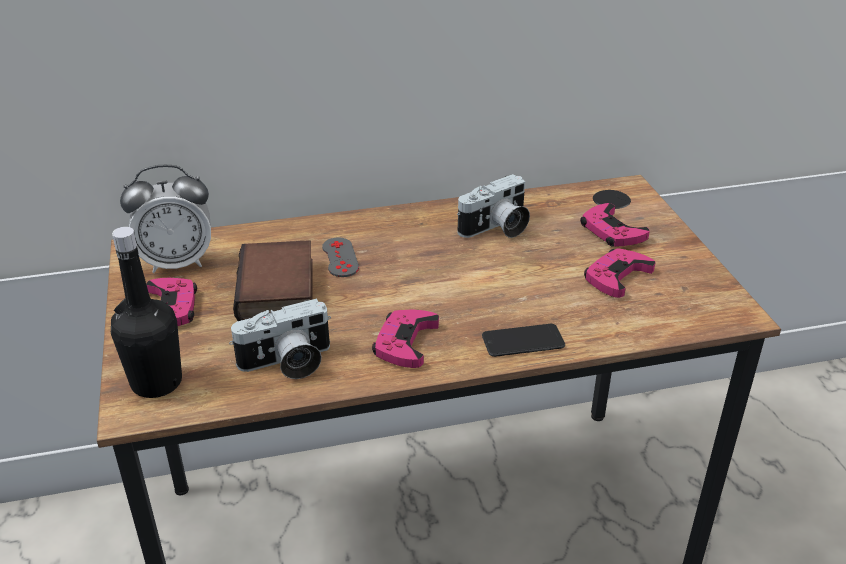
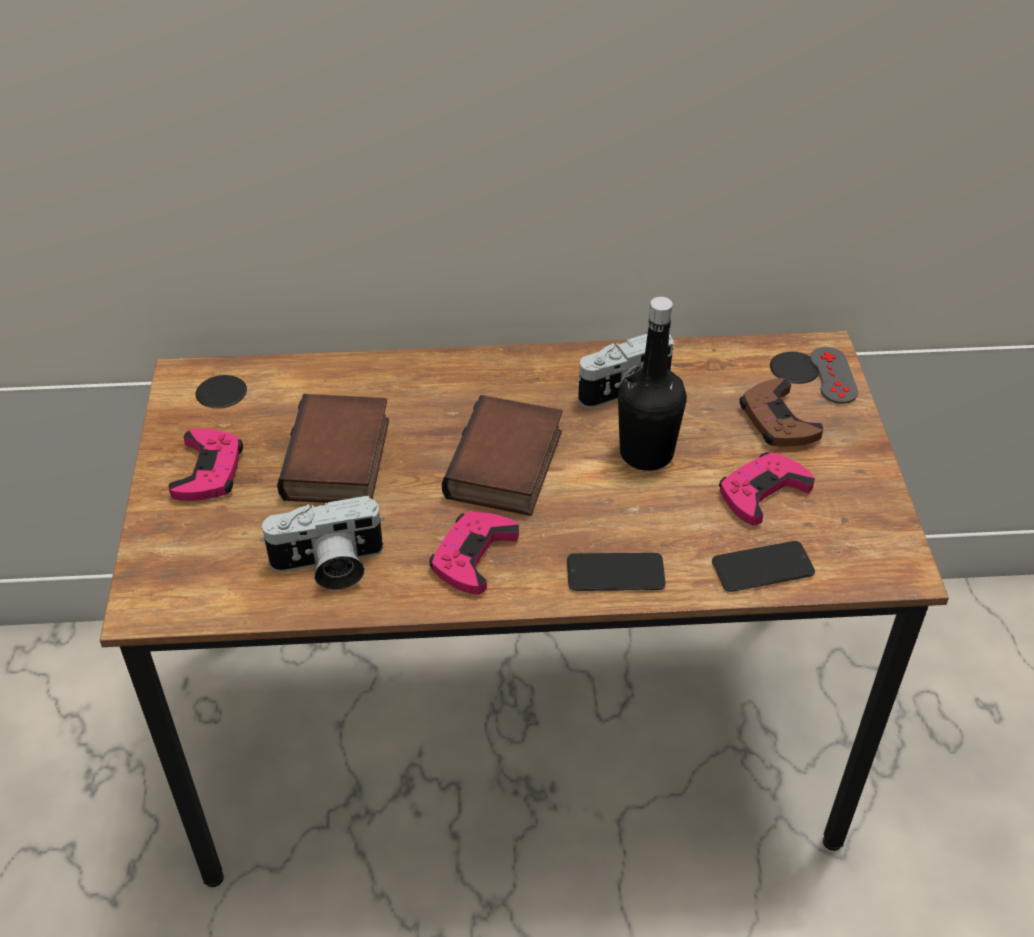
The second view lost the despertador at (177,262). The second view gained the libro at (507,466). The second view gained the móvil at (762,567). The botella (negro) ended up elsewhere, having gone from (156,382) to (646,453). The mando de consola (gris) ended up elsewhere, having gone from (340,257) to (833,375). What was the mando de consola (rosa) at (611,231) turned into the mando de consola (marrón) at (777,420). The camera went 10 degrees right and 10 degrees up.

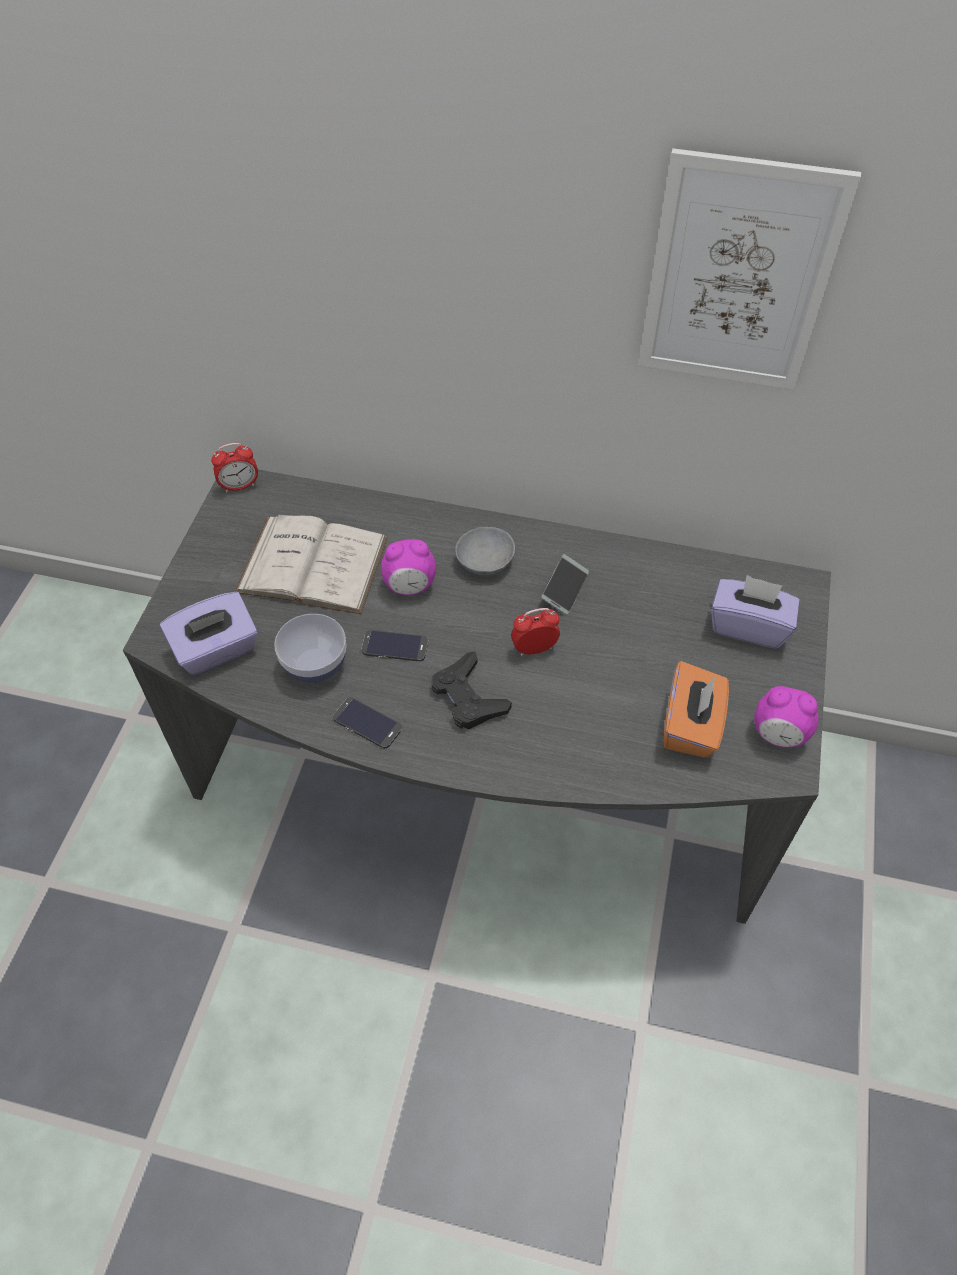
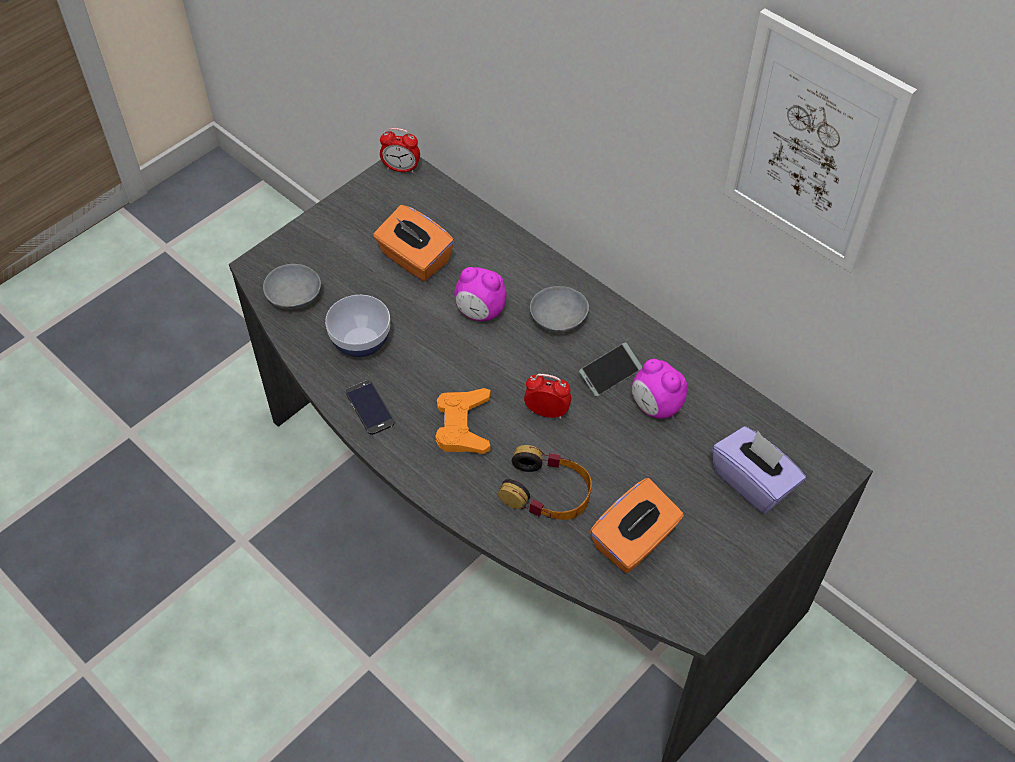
The second view lost the móvil at (395,646). The second view gained the auriculares at (547,492). The despertador ended up elsewhere, having gone from (778,734) to (655,407). Where the caja de pañuelos (morado) stood at (216,650), the cuenco (gris) came to stand at (296,295). Where the libro (blanco) stood at (312,564), the caja de pañuelos (naranja) came to stand at (414,259). What was the mando de consola (negro) at (468,697) turned into the mando de consola (naranja) at (463,425). The camera went 30 degrees right and 0 degrees up.

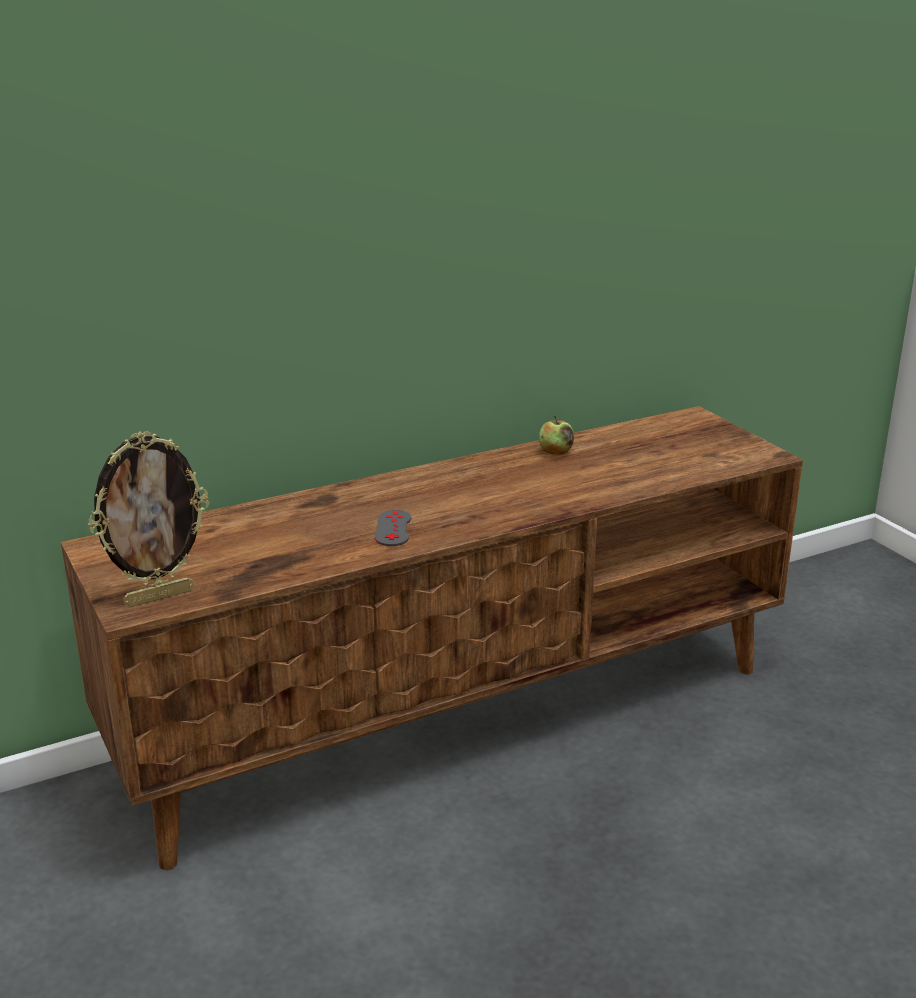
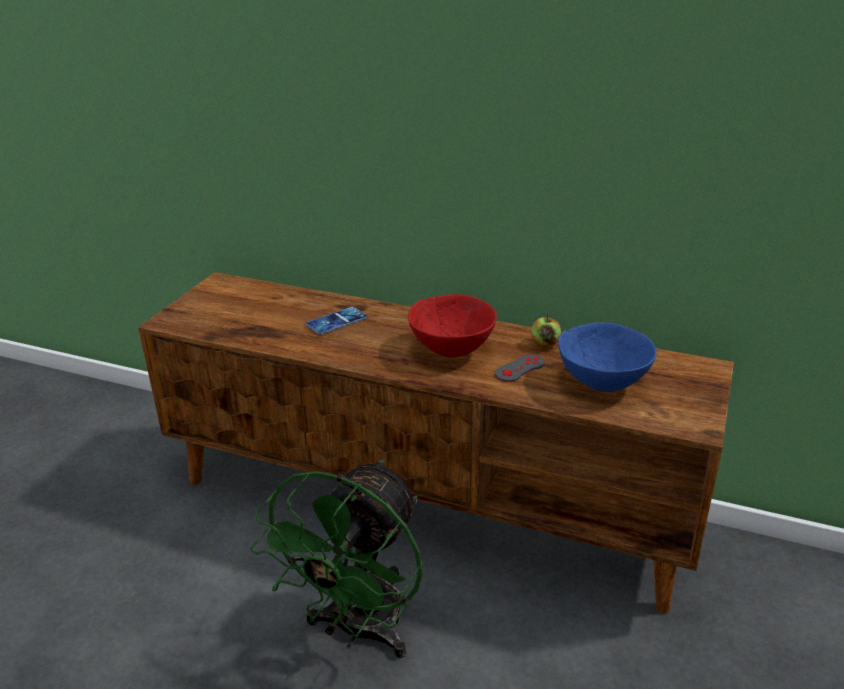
The second view lost the portarretratos at (159,596). The second view gained the ventilador (verde) at (359,631). The second view gained the móvil at (336,321). The second view gained the cuenco (rojo) at (453,349). The second view gained the cuenco (azul) at (604,382). The mando de consola (gris) ended up elsewhere, having gone from (393,528) to (519,368). The camera went 50 degrees right and 5 degrees up.

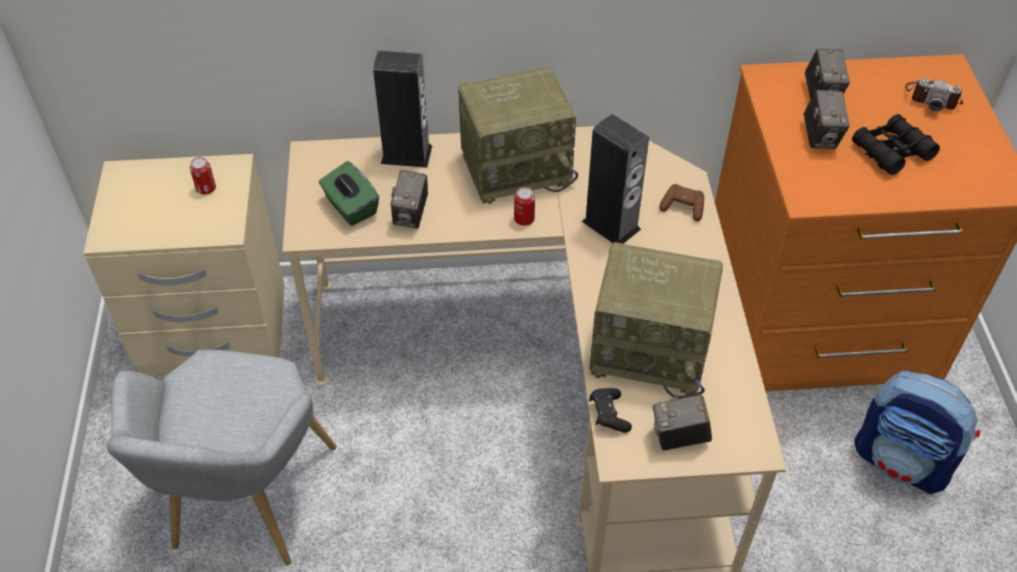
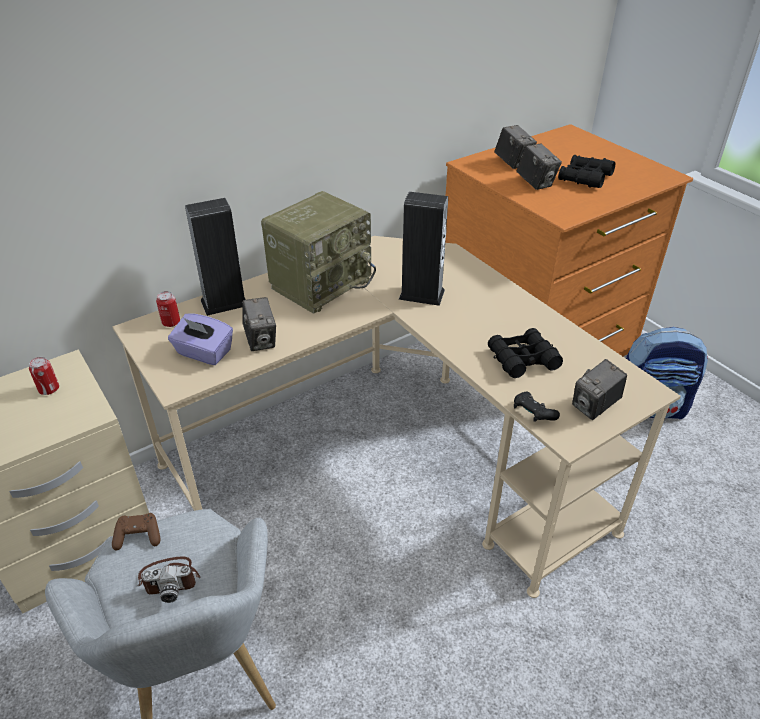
The lata ended up elsewhere, having gone from (524,219) to (171,322). The mando de consola (marrón) ended up elsewhere, having gone from (682,208) to (138,536). The cámara ended up elsewhere, having gone from (932,98) to (170,579). Where the radio stood at (652,350), the prismáticos (negro) came to stand at (522,359). What was the caja de pañuelos (verde) at (351,207) turned into the caja de pañuelos (morado) at (204,353). The camera went 30 degrees left and 10 degrees down.

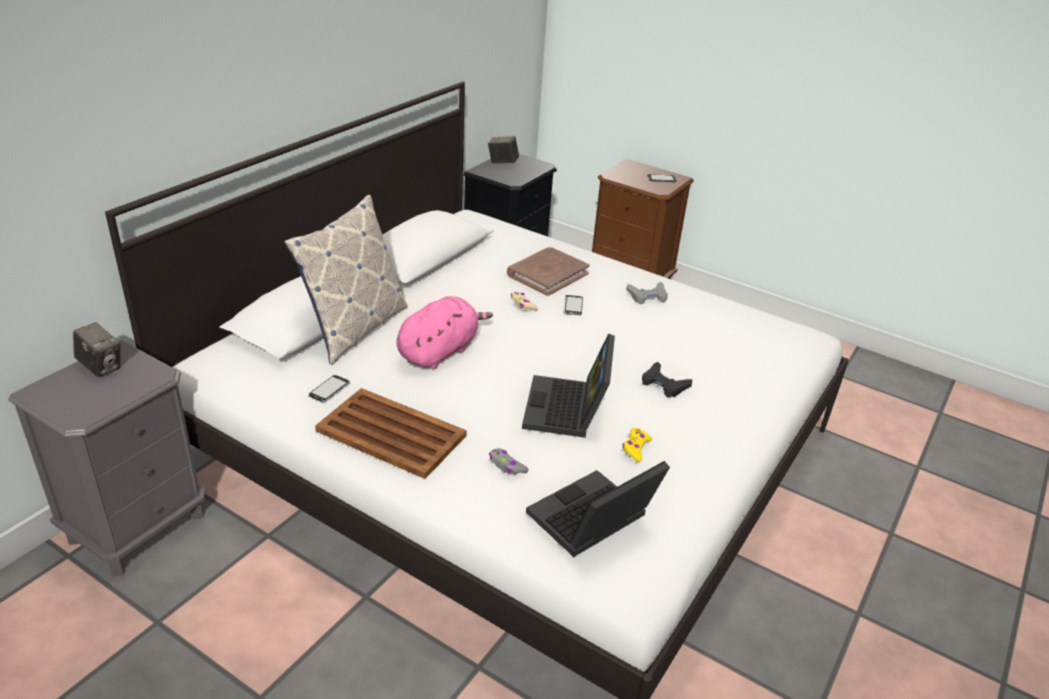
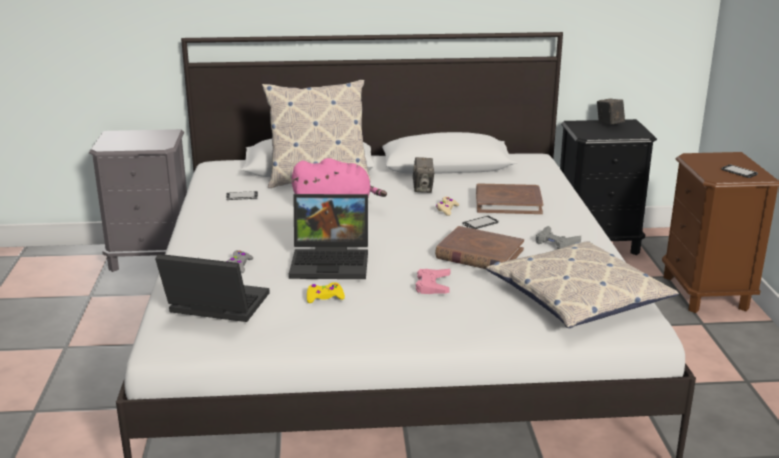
The second view lost the bandeja (marrón) at (390,433). The second view gained the libro (marrón) at (479,254). The second view gained the cojín at (577,297). The cámara ended up elsewhere, having gone from (101,367) to (423,189). What was the mando de consola (negro) at (664,384) turned into the mando de consola (rosa) at (433,285). The portátil at (568,410) ended up facing another way, 150 degrees counterclockwise from before. The camera went 55 degrees right and 10 degrees down.

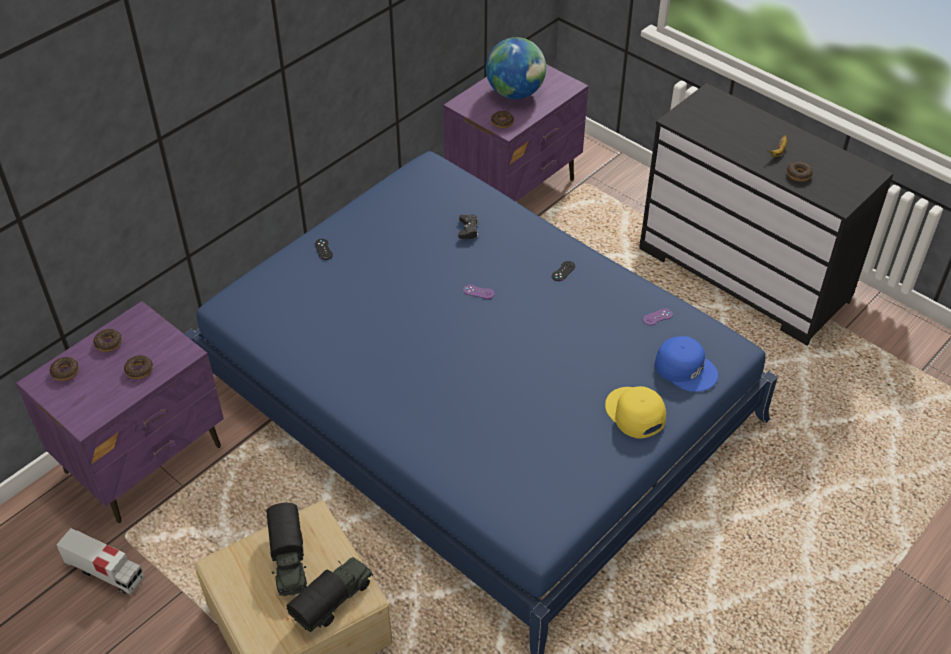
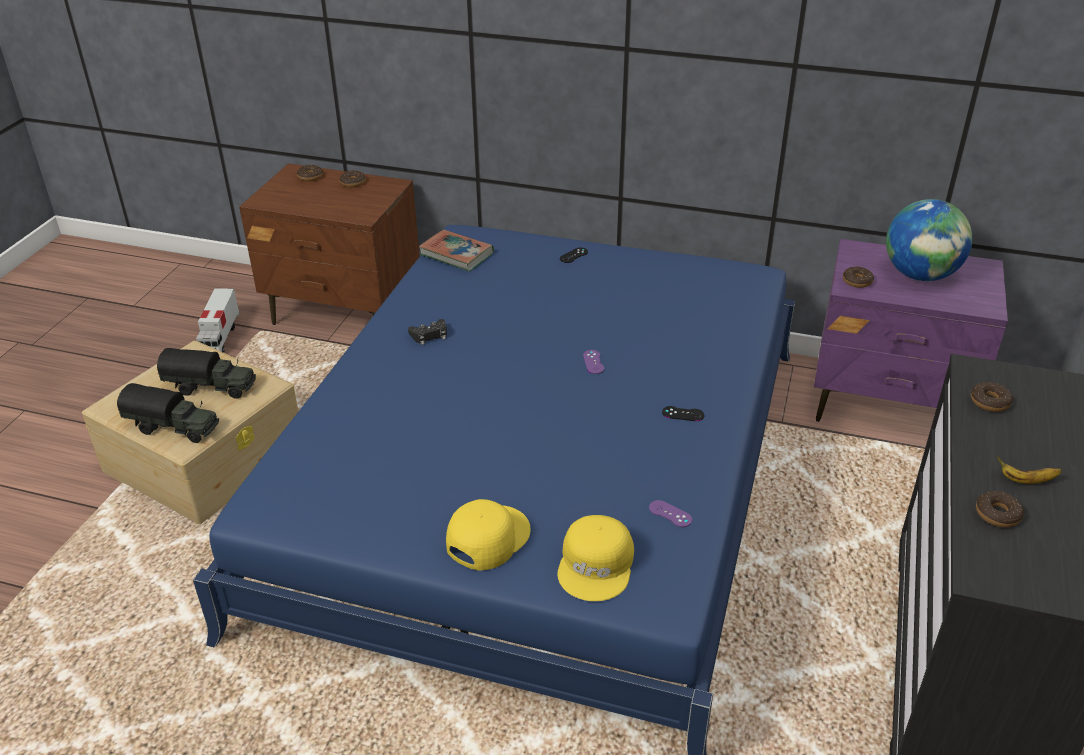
The second view gained the libro at (456,254). The rosquilla ended up elsewhere, having gone from (139,370) to (989,402). The mando de consola (negro) ended up elsewhere, having gone from (468,229) to (429,335). What was the mesita de noche (morado) at (145,459) turned into the mesita de noche (marrón) at (345,312). What was the gorra (azul) at (686,368) turned into the gorra (amarillo) at (597,565). The camión de juguete at (289,561) ended up facing another way, 135 degrees counterclockwise from before. The camera went 65 degrees right and 10 degrees down.

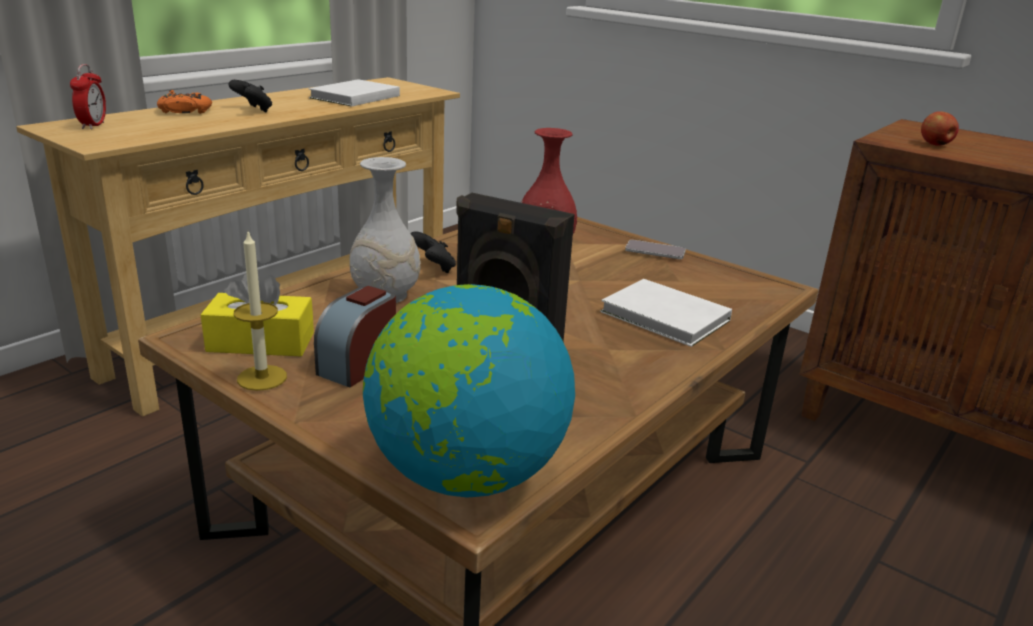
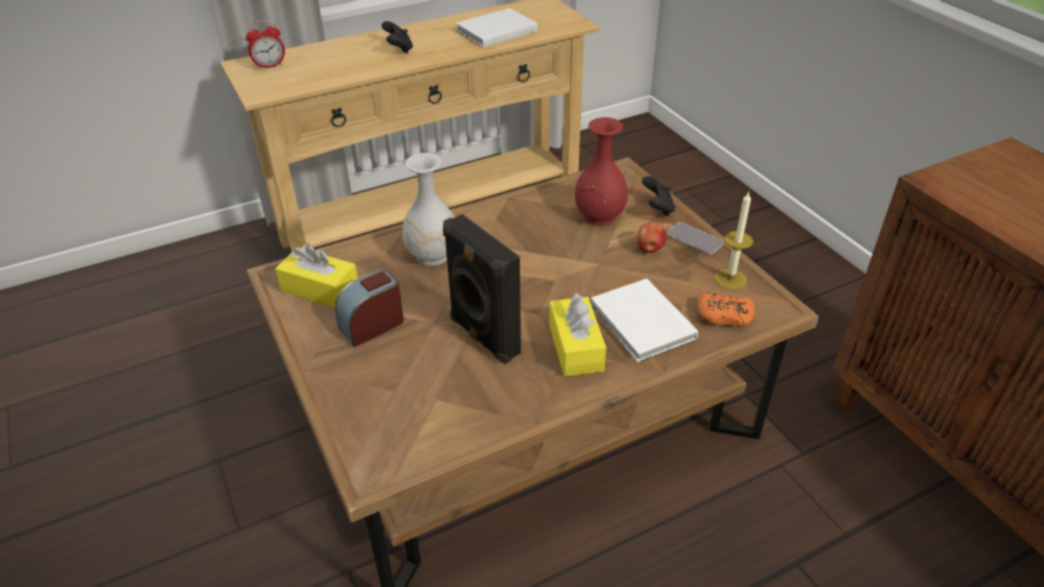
The second view lost the globo terráqueo at (465,474). The second view gained the caja de pañuelos (amarillo) at (575,347). The mando de consola (naranja) ended up elsewhere, having gone from (184,111) to (724,315). The vela ended up elsewhere, having gone from (262,378) to (730,279). The mando de consola (negro) ended up elsewhere, having gone from (433,268) to (657,208). The manzana ended up elsewhere, having gone from (935,145) to (649,249). The despertador at (93,125) ended up facing another way, 45 degrees clockwise from before. The camera went 25 degrees right and 15 degrees up.

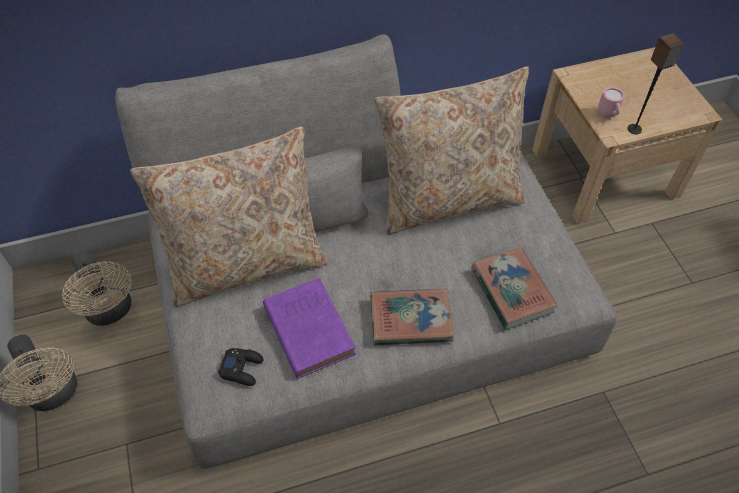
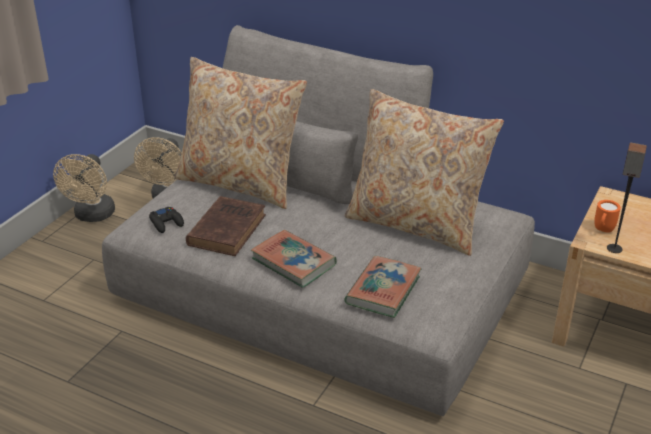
What was the libro (morado) at (308,328) turned into the libro (marrón) at (228,229). What was the taza grande (rosa) at (607,116) turned into the taza grande (naranja) at (602,230). The camera went 45 degrees right and 20 degrees down.

